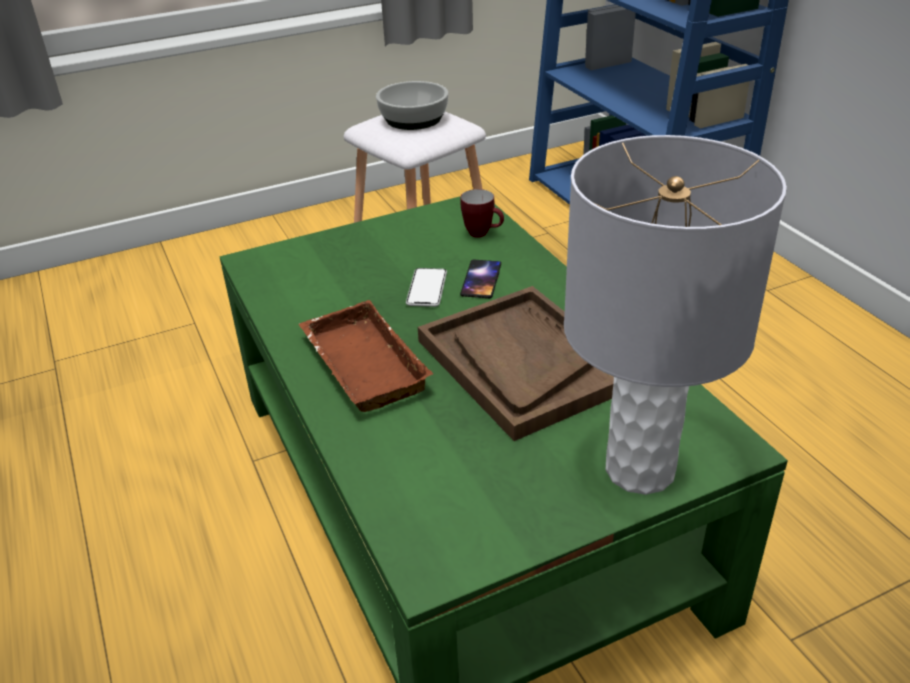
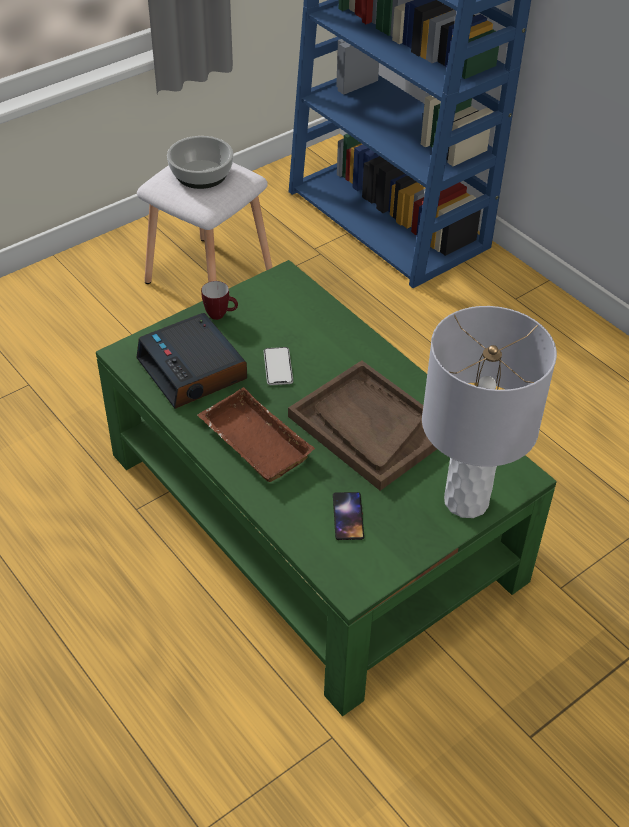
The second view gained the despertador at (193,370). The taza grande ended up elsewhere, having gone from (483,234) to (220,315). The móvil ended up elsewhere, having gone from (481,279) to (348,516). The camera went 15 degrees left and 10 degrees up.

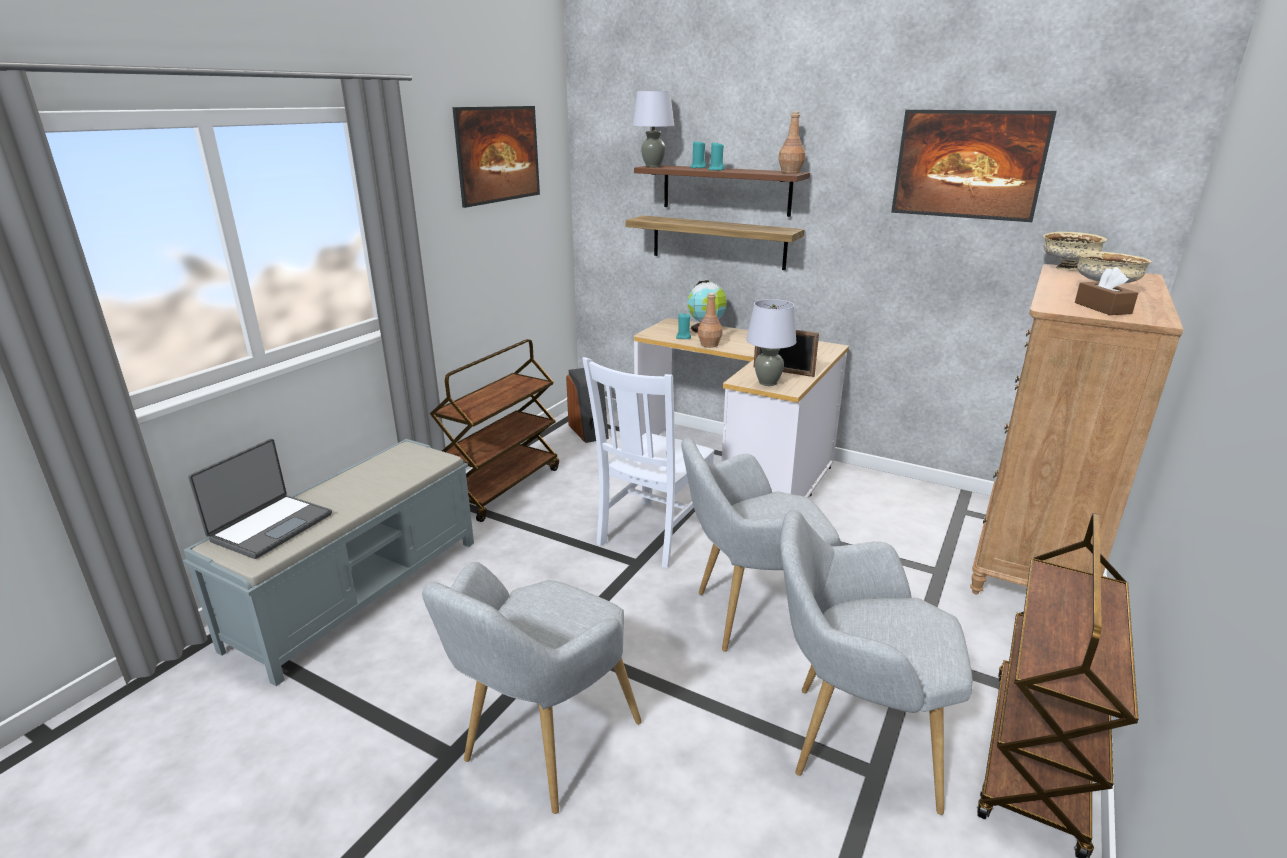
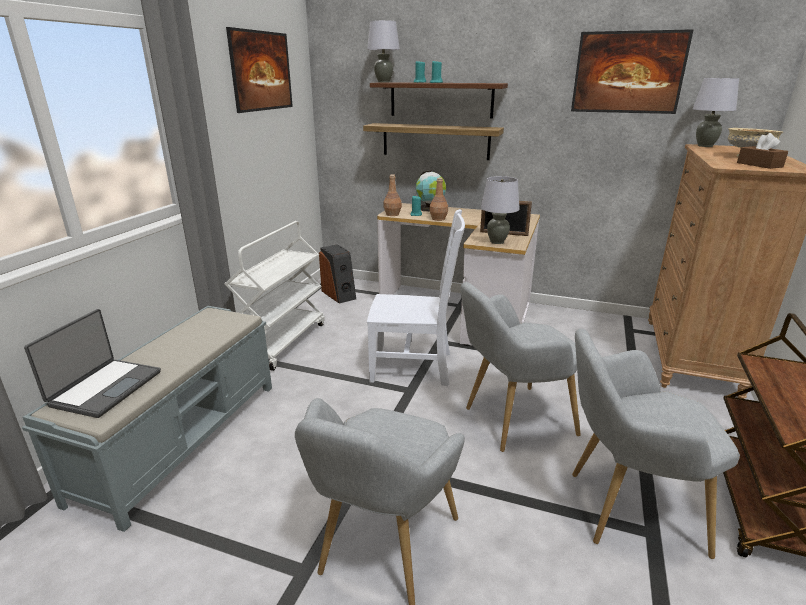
The botella (marrón) ended up elsewhere, having gone from (790,172) to (392,214). Where the cuenco (beis) stood at (1067,269), the lámpara de mesa (gris) came to stand at (705,146). What was the carrito (marrón) at (502,487) turned into the carrito (blanco) at (282,342). The silla (blanco) at (652,534) ended up facing another way, 105 degrees counterclockwise from before. The camera went 10 degrees left and 0 degrees up.

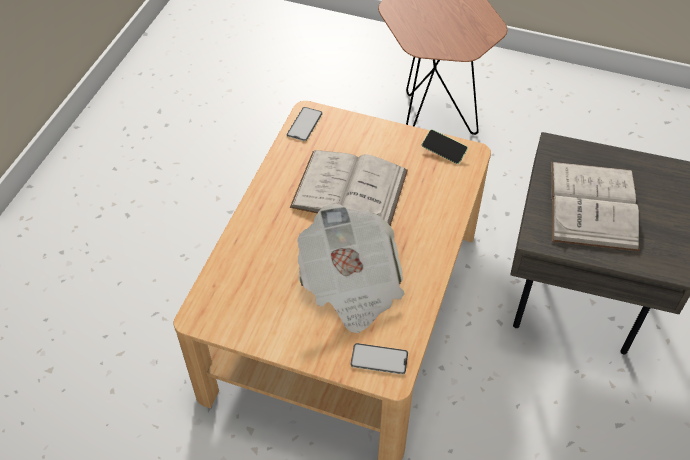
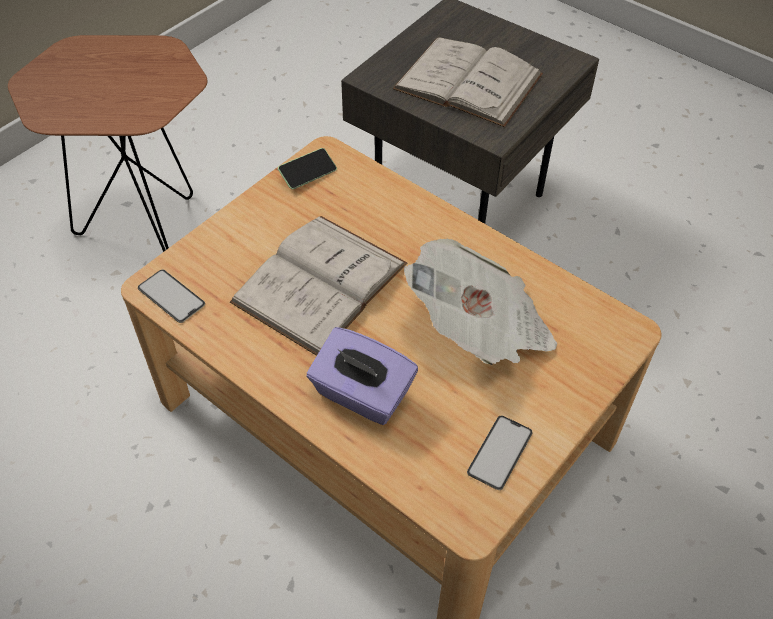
The second view gained the caja de pañuelos (morado) at (362,395). The móvil ended up elsewhere, having gone from (379,359) to (500,452). The camera went 70 degrees left and 0 degrees up.

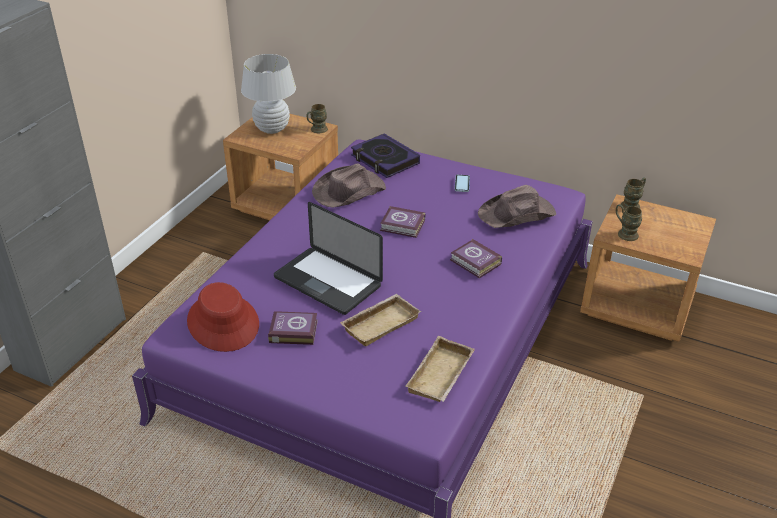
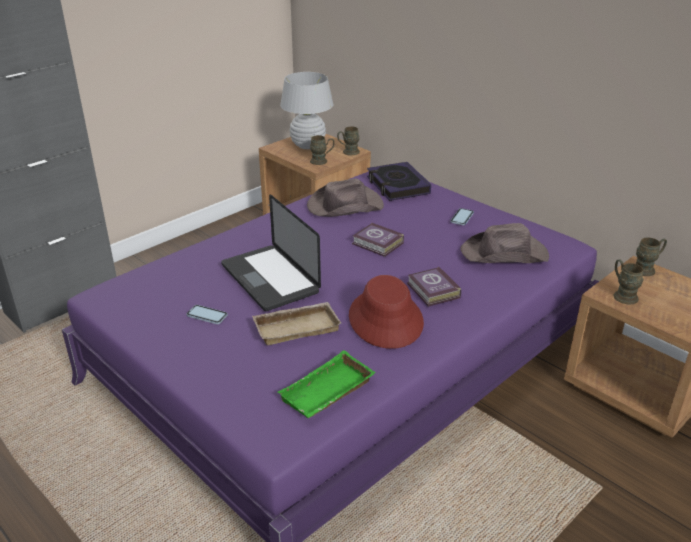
The second view gained the taza grande (marrón) at (322,161). The sombrero (rojo) ended up elsewhere, having gone from (223,323) to (386,319). Where the libro stood at (292,331), the móvil came to stand at (207,315). What was the bandeja (beis) at (442,376) turned into the bandeja (verde) at (328,393). The camera went 20 degrees right and 5 degrees down.

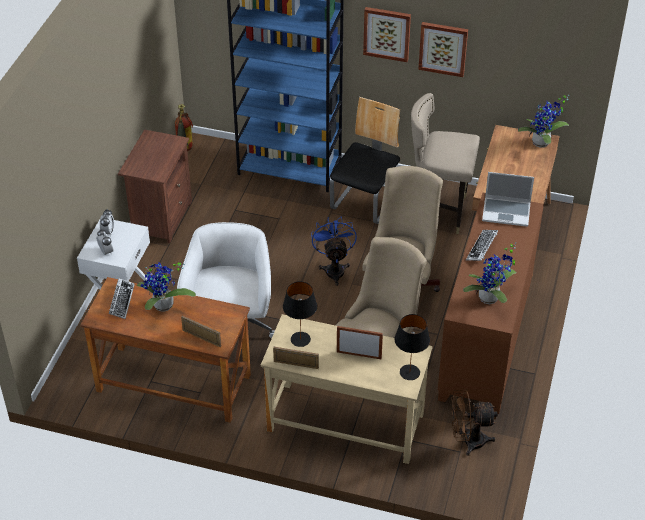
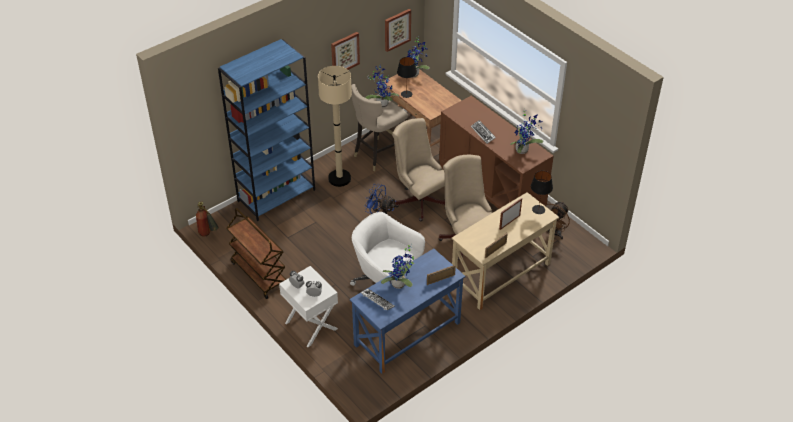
The second view lost the portátil at (507,212). The second view gained the planta en maceta at (381,103). The lámpara de mesa (negro) ended up elsewhere, having gone from (300,339) to (406,94). The cuadro ended up elsewhere, having gone from (387,33) to (397,29). Where the mesita de noche (marrón) stood at (161,217), the carrito (marrón) came to stand at (258,274). Where the silla stood at (366,201), the lámpara de pie (beis) came to stand at (339,178). What was the escritorio (marrón) at (173,384) turned into the escritorio (azul) at (407,334). The camera went 55 degrees left and 0 degrees up.

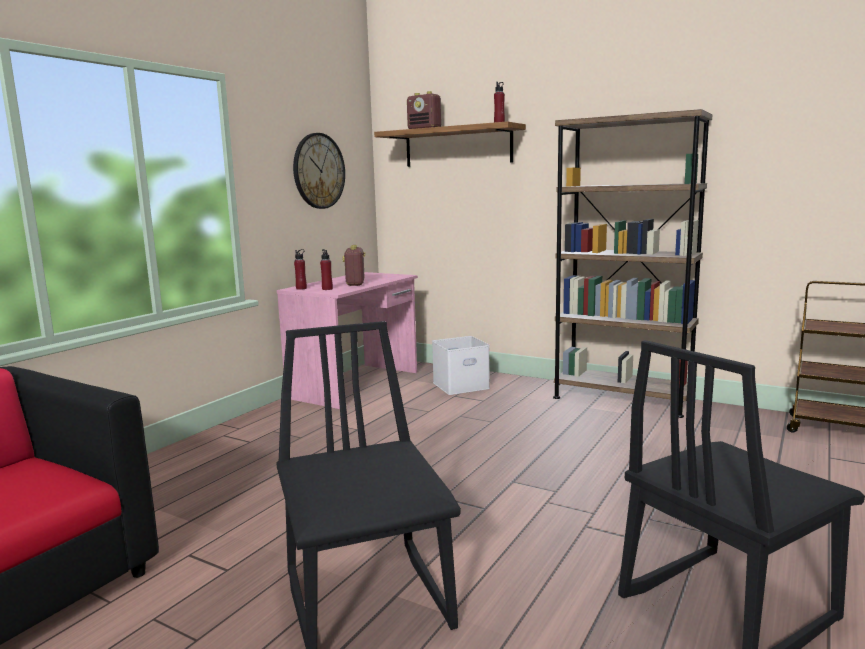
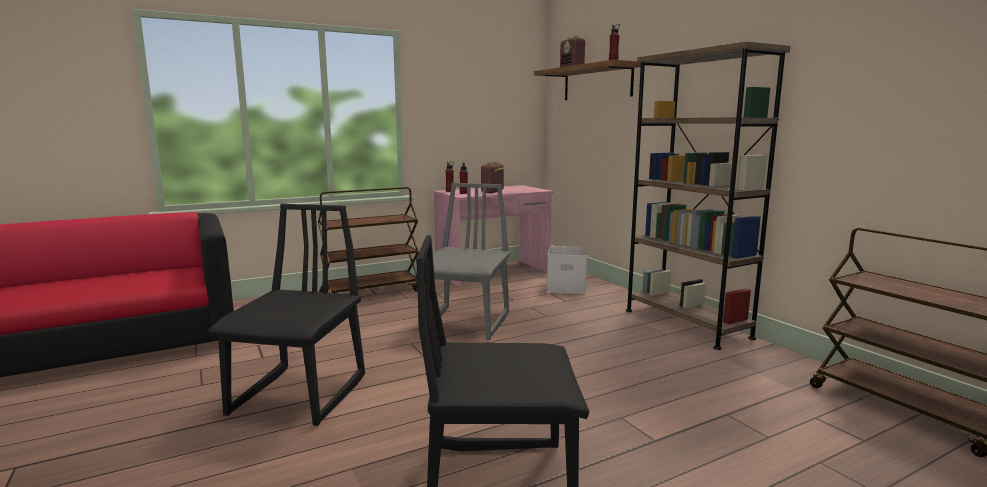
The second view lost the reloj de pared at (318,171). The second view gained the carrito (marrón) at (371,292). The second view gained the silla (gris) at (467,323). The camera went 30 degrees right and 0 degrees up.

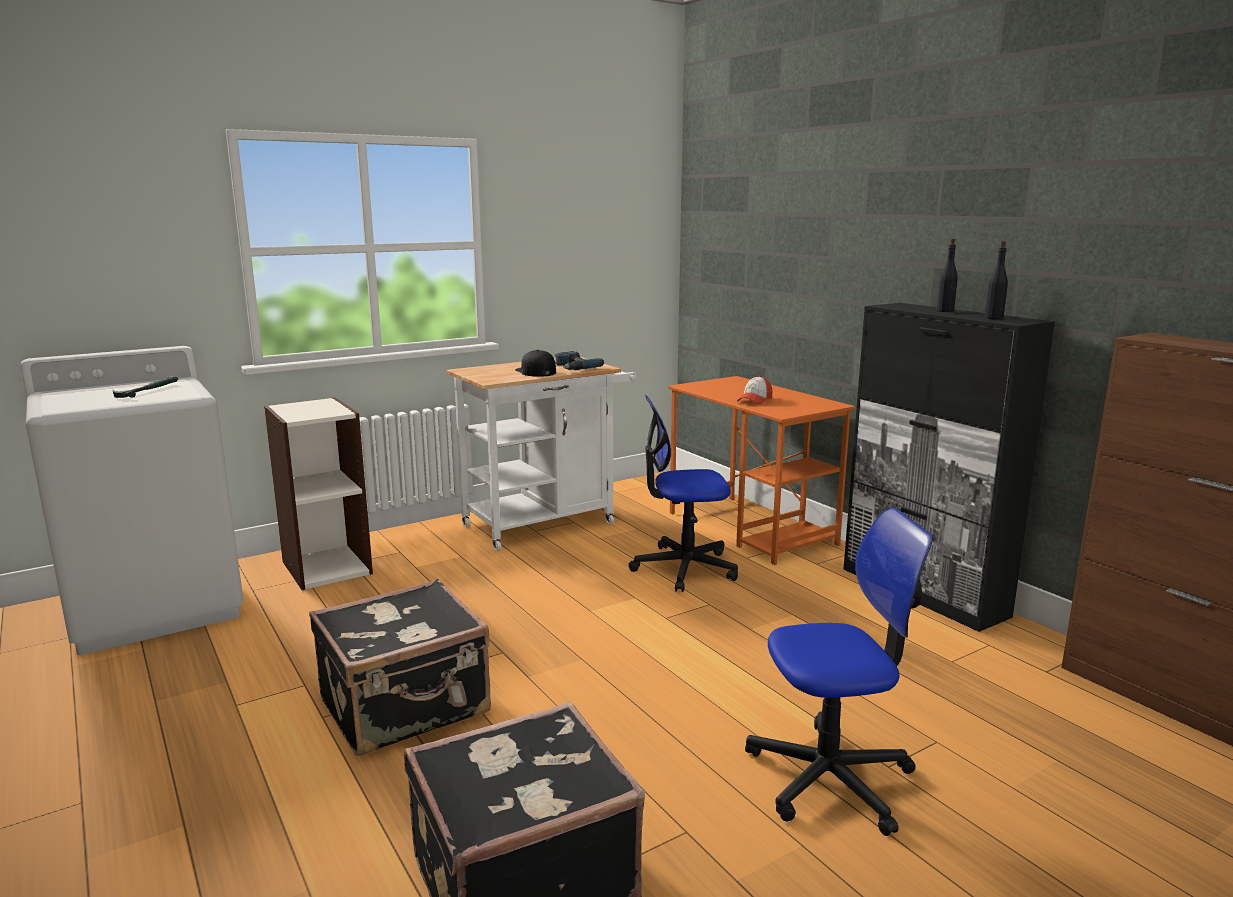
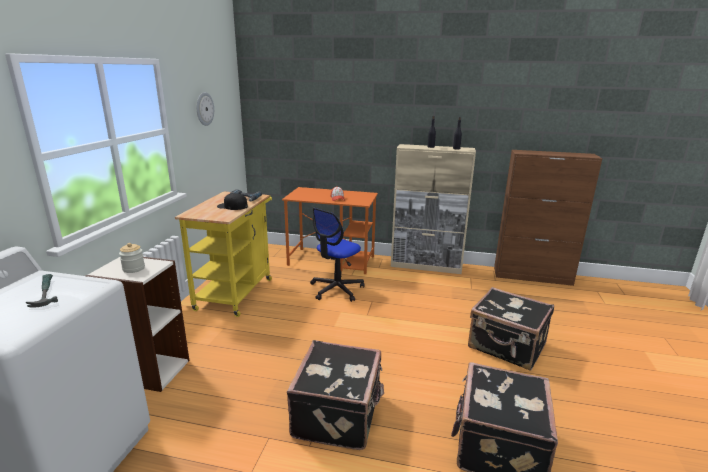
The second view gained the tarro at (134,269). The second view gained the reloj de pared at (204,109). Where the silla de oficina stood at (830,778), the maleta (negro) came to stand at (506,347). What was the carrito (blanco) at (547,522) turned into the carrito (amarillo) at (236,291). What was the armario (negro) at (923,592) turned into the armario (beis) at (426,266). The camera went 45 degrees left and 5 degrees up.

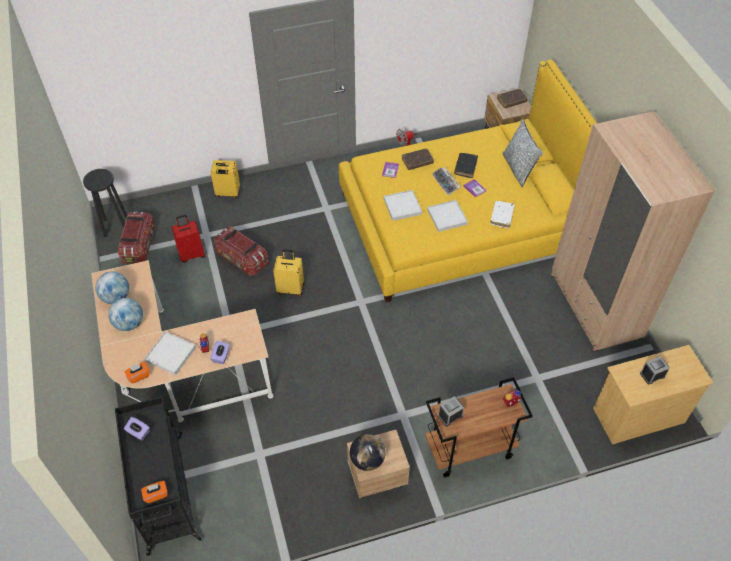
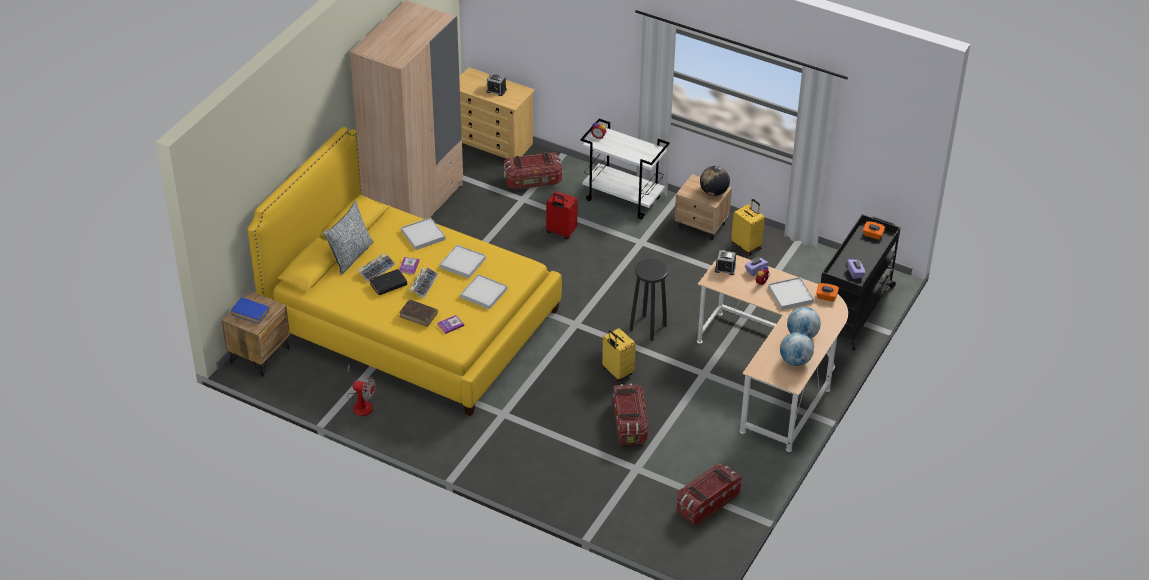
The second view gained the teclado at (376,270). The second view gained the caja de almacenaje at (533,181). The taburete (negro) ended up elsewhere, having gone from (115,226) to (648,327). The maleta (rojo) ended up elsewhere, having gone from (192,254) to (560,232). The maleta (amarillo) ended up elsewhere, having gone from (227,193) to (747,246). The despertador ended up elsewhere, having gone from (450,415) to (725,269). Where the libro (blanco) stood at (501,216), the bandeja (blanco) came to stand at (423,235). What was the carrito (marrón) at (469,449) turned into the carrito (blanco) at (623,199). What was the libro (marrón) at (511,101) turned into the libro (azul) at (250,313). The camera went 135 degrees left and 10 degrees down.

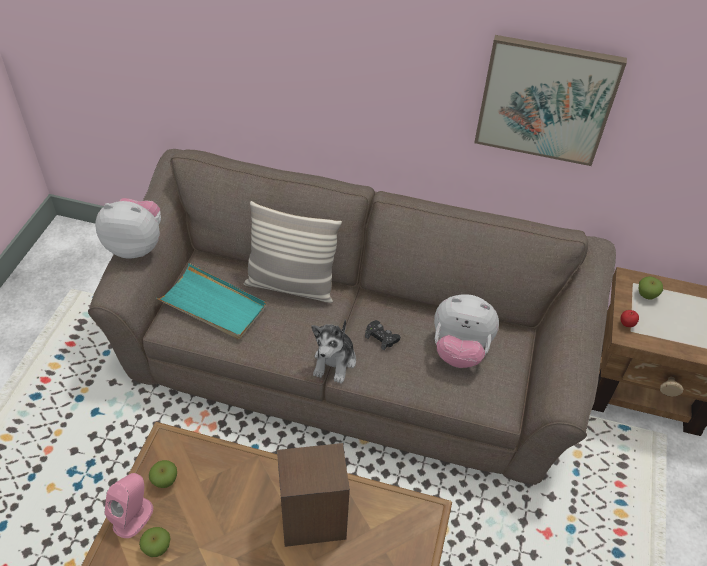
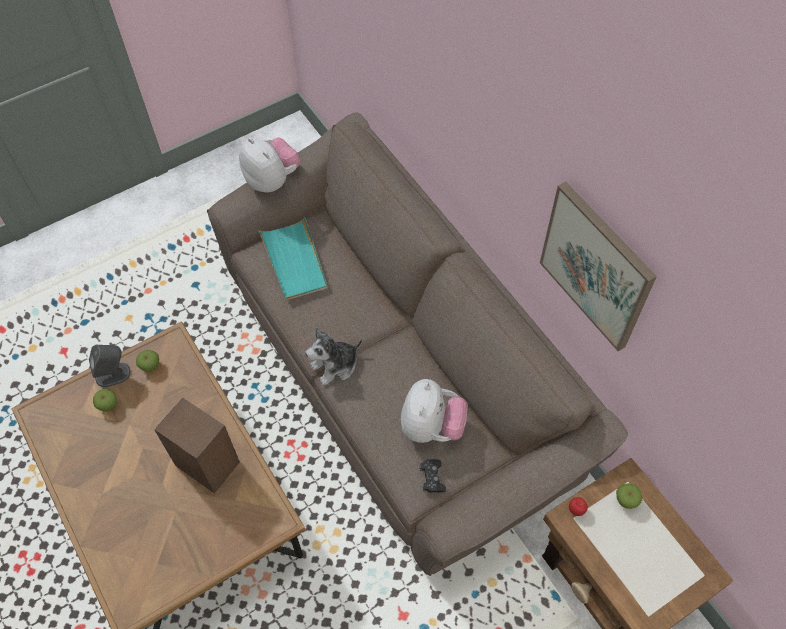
The second view lost the cojín at (291,286). The mando de consola (negro) ended up elsewhere, having gone from (381,337) to (432,478). What was the altavoz (rosa) at (133,516) turned into the altavoz (gris) at (113,374). The peluche at (459,350) ended up facing another way, 135 degrees counterclockwise from before. The camera went 45 degrees right and 10 degrees up.

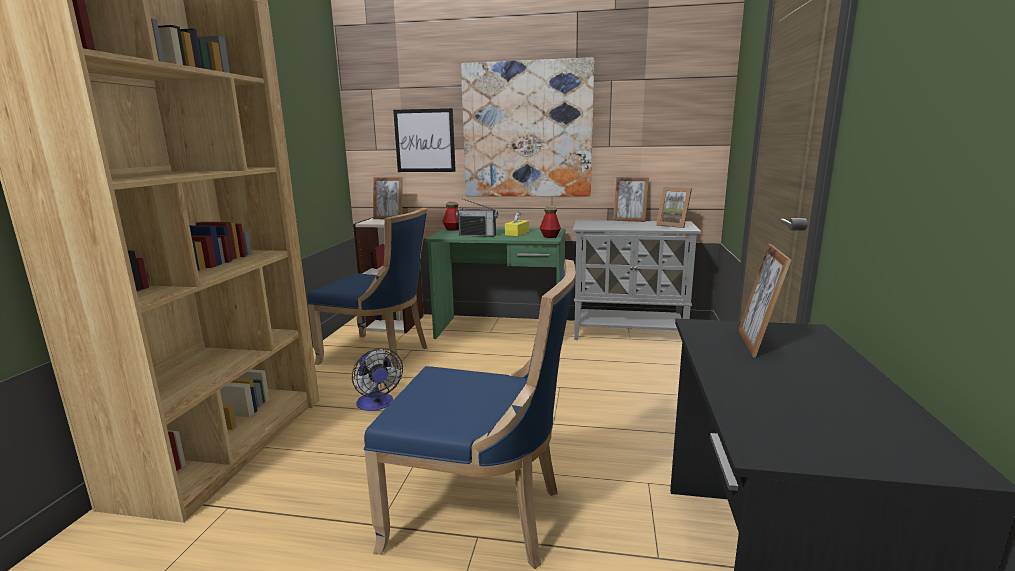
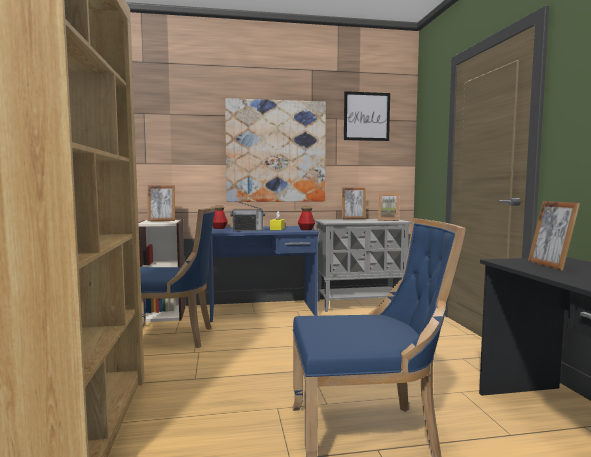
The second view lost the ventilador at (377,404). The cuadro ended up elsewhere, having gone from (425,141) to (366,116). What was the escritorio (verde) at (501,330) turned into the escritorio (azul) at (262,311). The camera went 20 degrees left and 10 degrees down.

